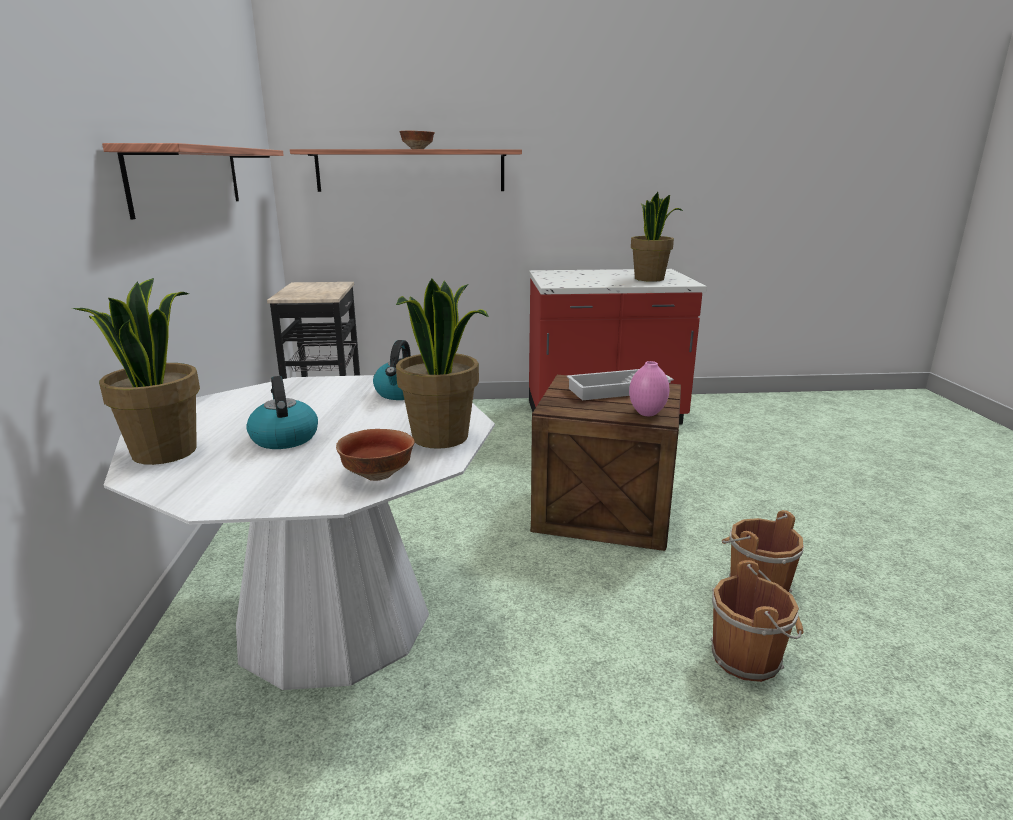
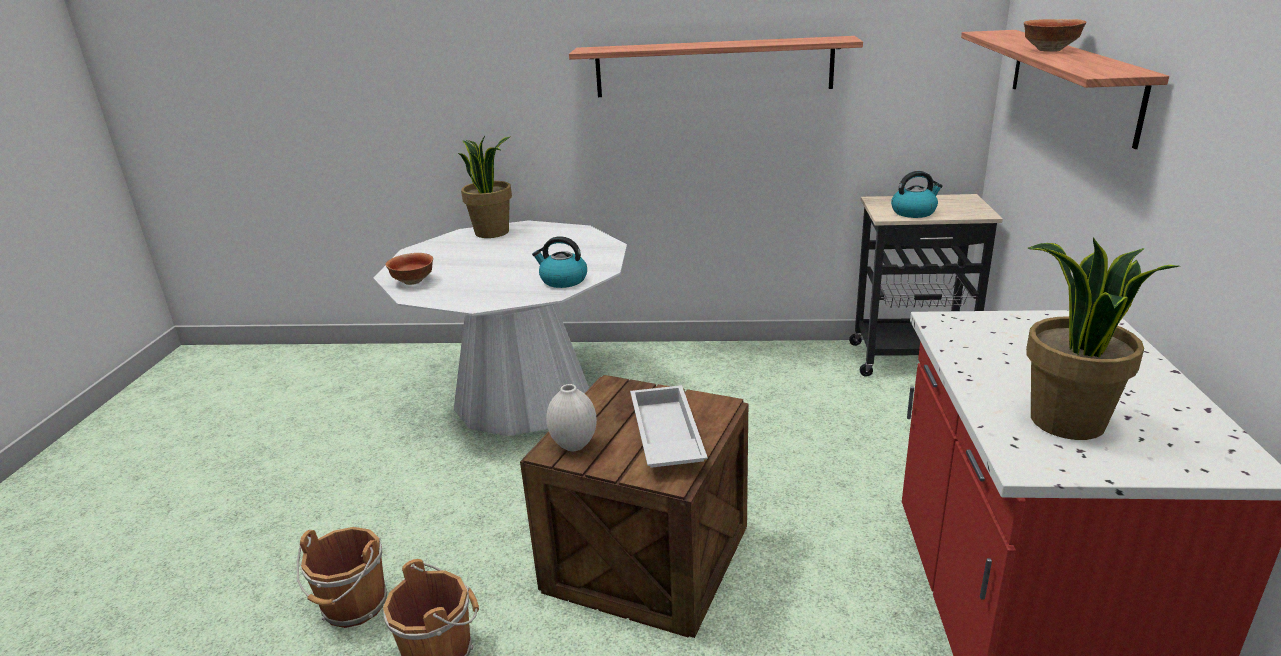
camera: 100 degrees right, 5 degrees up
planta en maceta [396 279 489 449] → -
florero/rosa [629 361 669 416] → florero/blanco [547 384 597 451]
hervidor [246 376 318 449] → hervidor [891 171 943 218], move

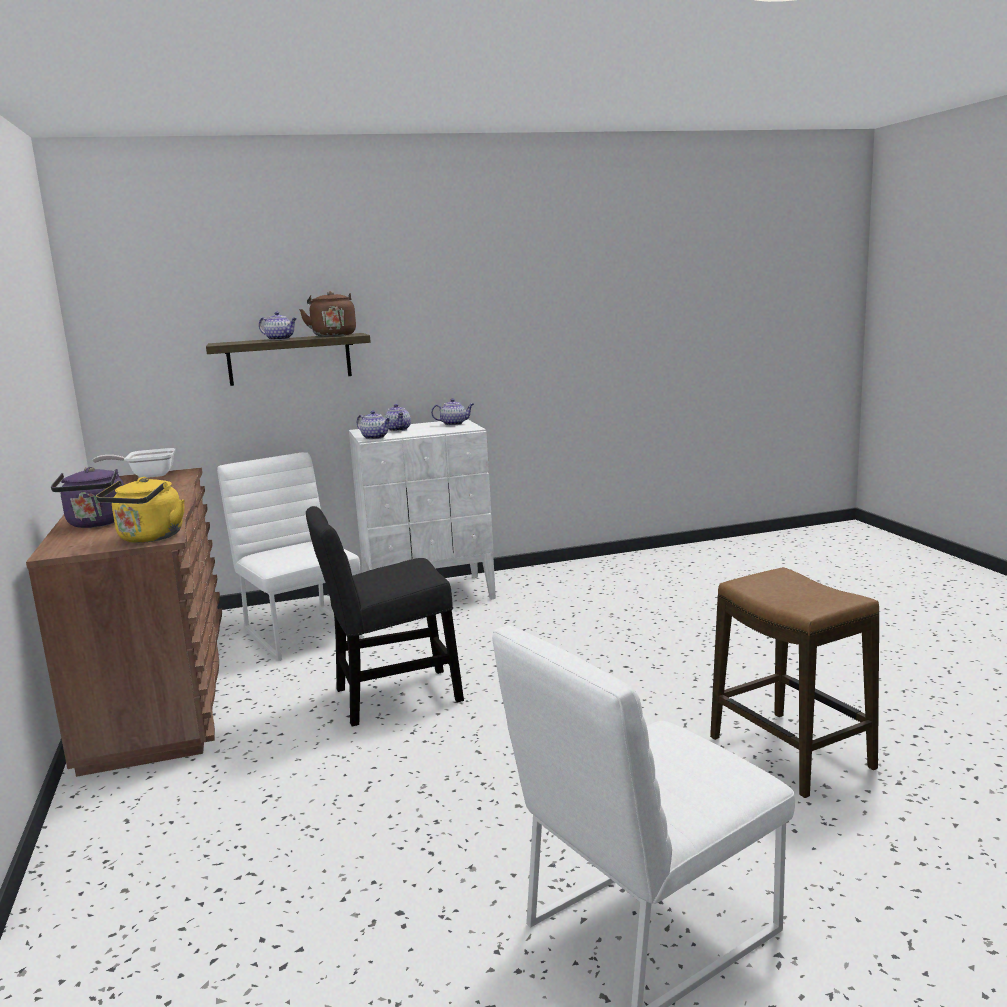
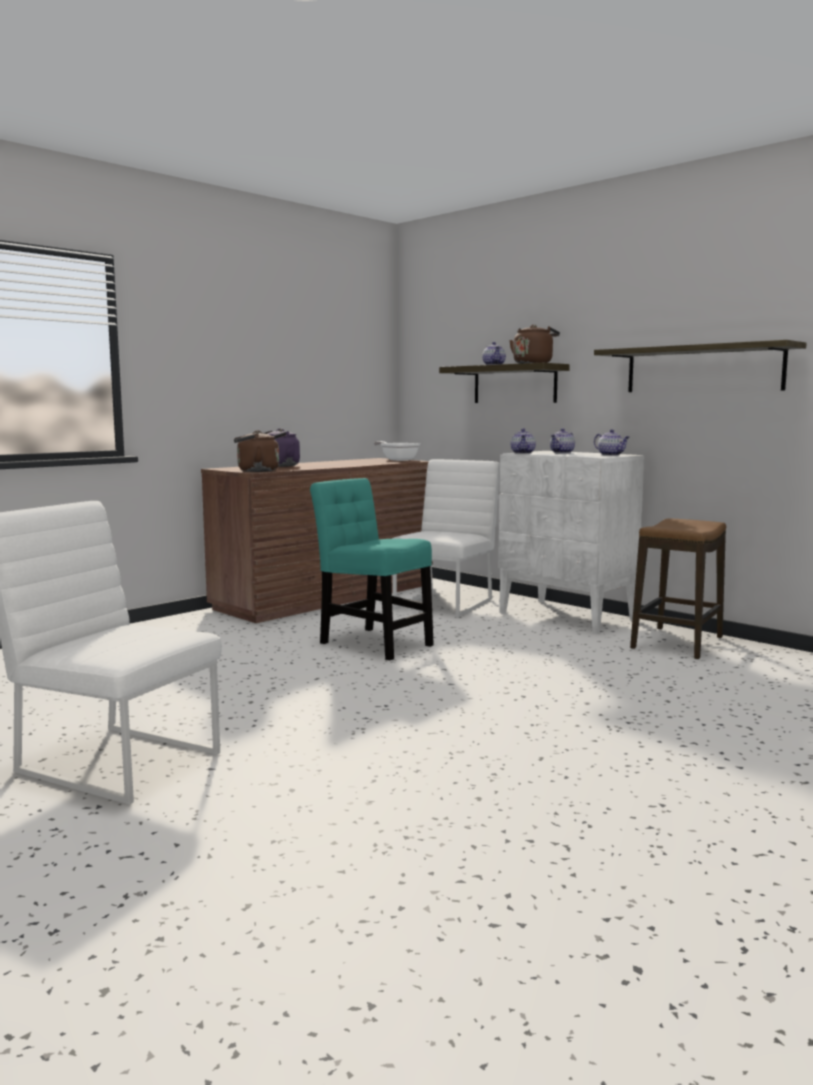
camera: 60 degrees right, 5 degrees down
hervidor/amarillo [96 477 185 543] → hervidor/marrón [234 430 279 472]
silla/negro [306 506 464 727] → silla/turquesa [310 478 434 660]
taburete [710 567 879 798] → taburete [630 518 726 660], move
- → estante [594 340 807 392]

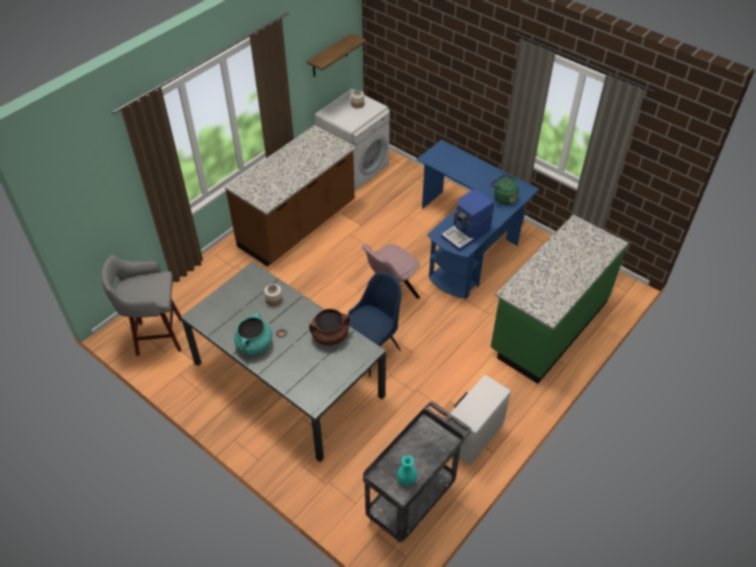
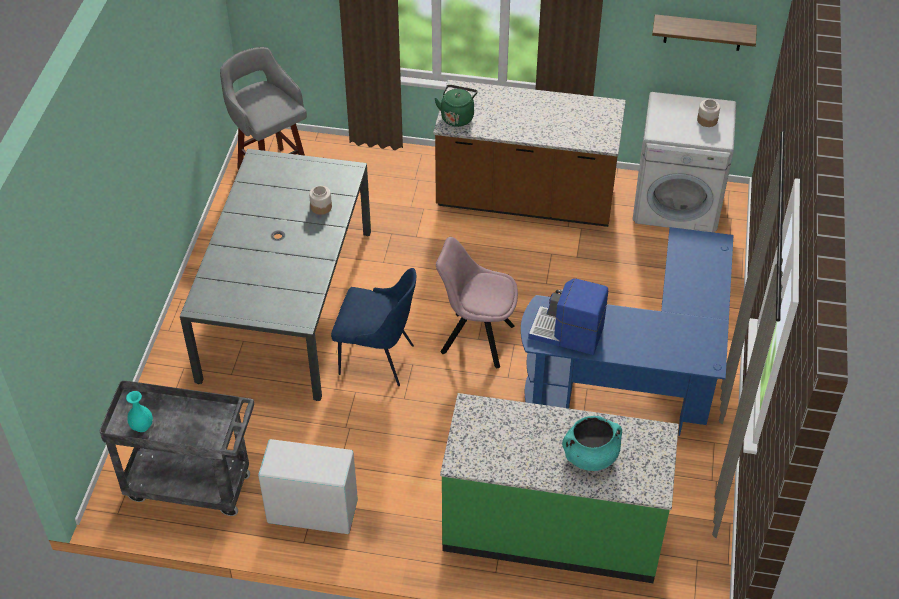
camera: 60 degrees right, 0 degrees up
hervidor/verde [491 174 519 205] → hervidor/verde [434 85 477 127], move
olla/marrón [309 309 350 345] → -
olla/turquesa [234 314 272 355] → olla/turquesa [562 416 622 471], move

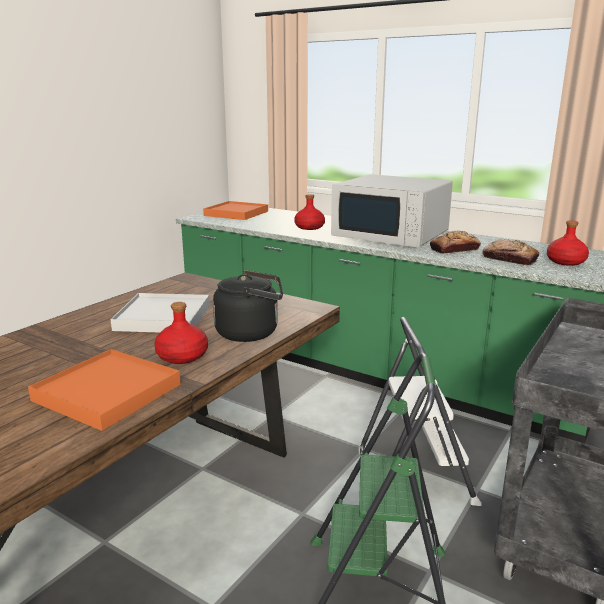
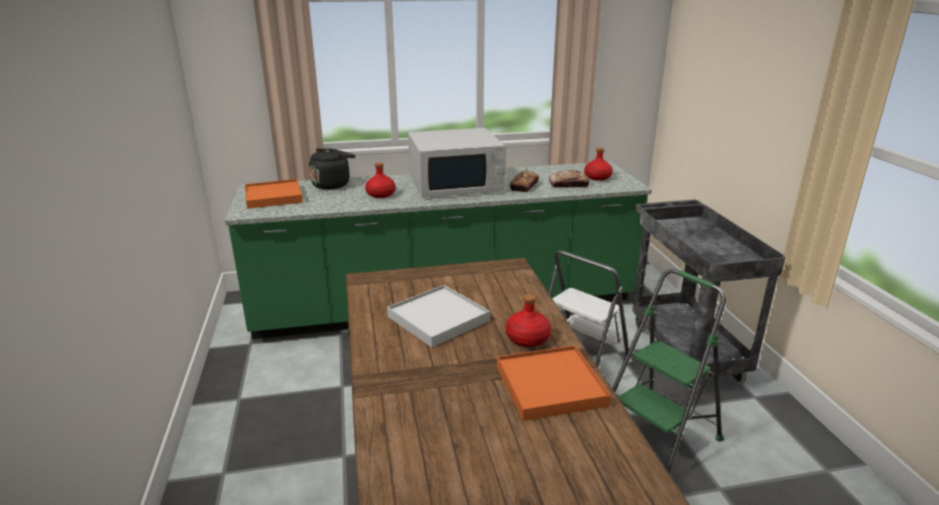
camera: 45 degrees left, 5 degrees up
hervidor/negro [213 270 283 342] → hervidor/negro [309 148 355 189], move

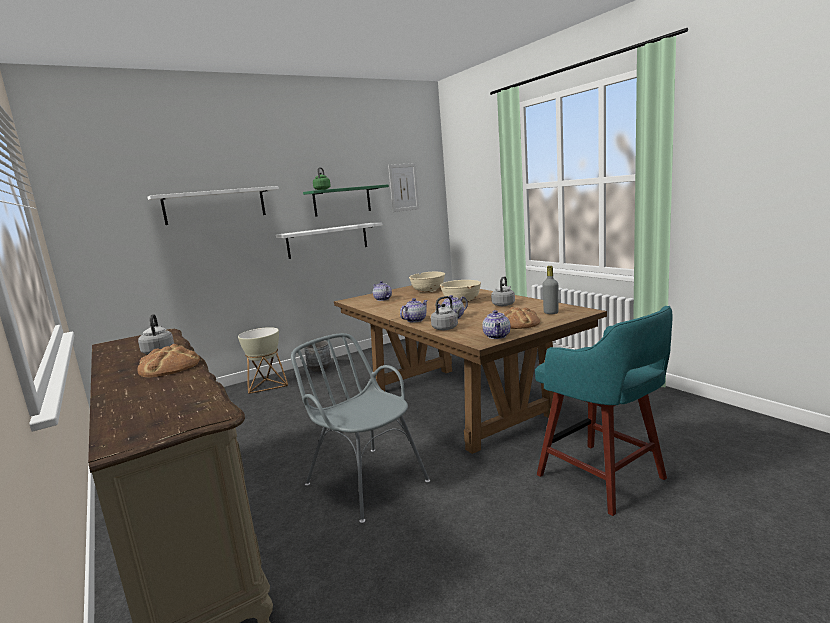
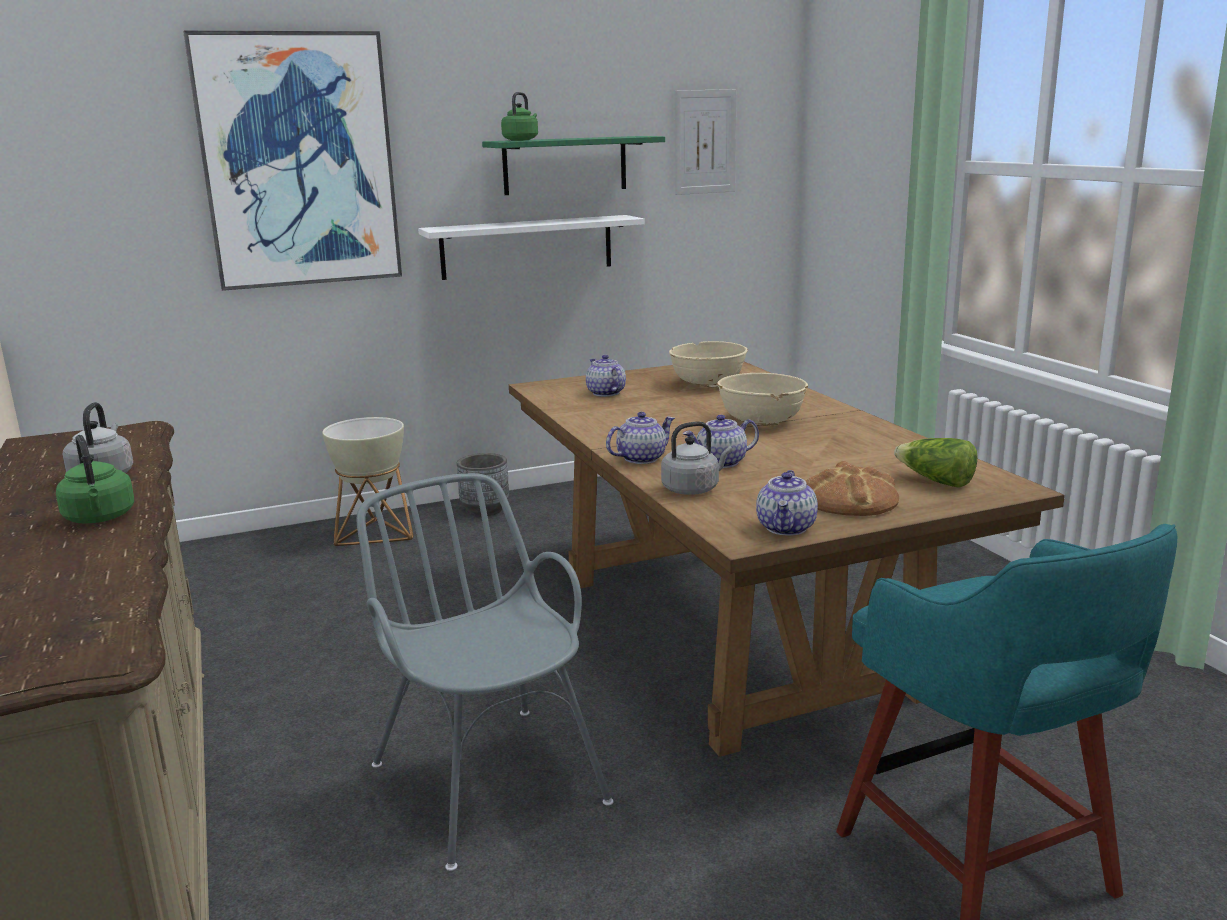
camera: 10 degrees right, 5 degrees up
estante/blanco [147 186 279 225] → cuadro [183 31 402 291]
botella/gris [542 266 559 314] → lechuga [894 438 978 488]
hervidor/gris [491 276 515 306] → -
pan [137 344 200 377] → hervidor/verde [56 435 134 524]

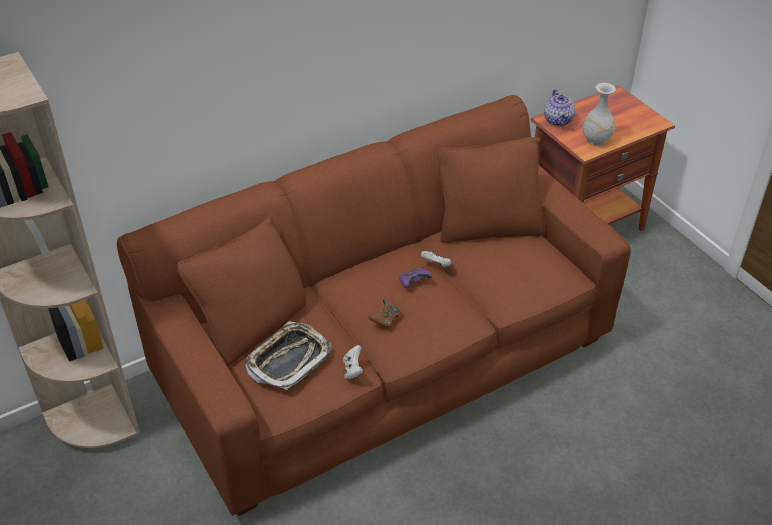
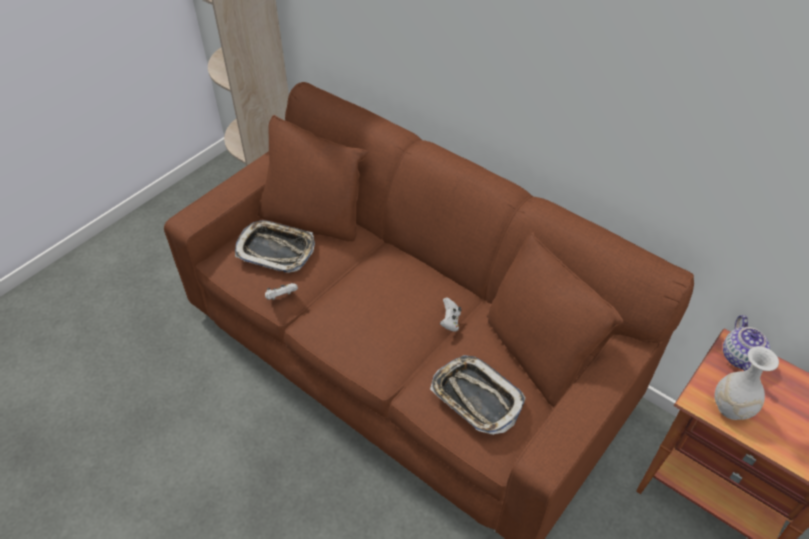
camera: 70 degrees right, 5 degrees up
tetera [544 90 575 127] → tetera [723 315 771 371], 60 degrees counterclockwise
mando de consola/morado [399 268 432 288] → -
mando de consola/marrón [368 298 401 328] → -
- → bandeja [430 355 526 435]

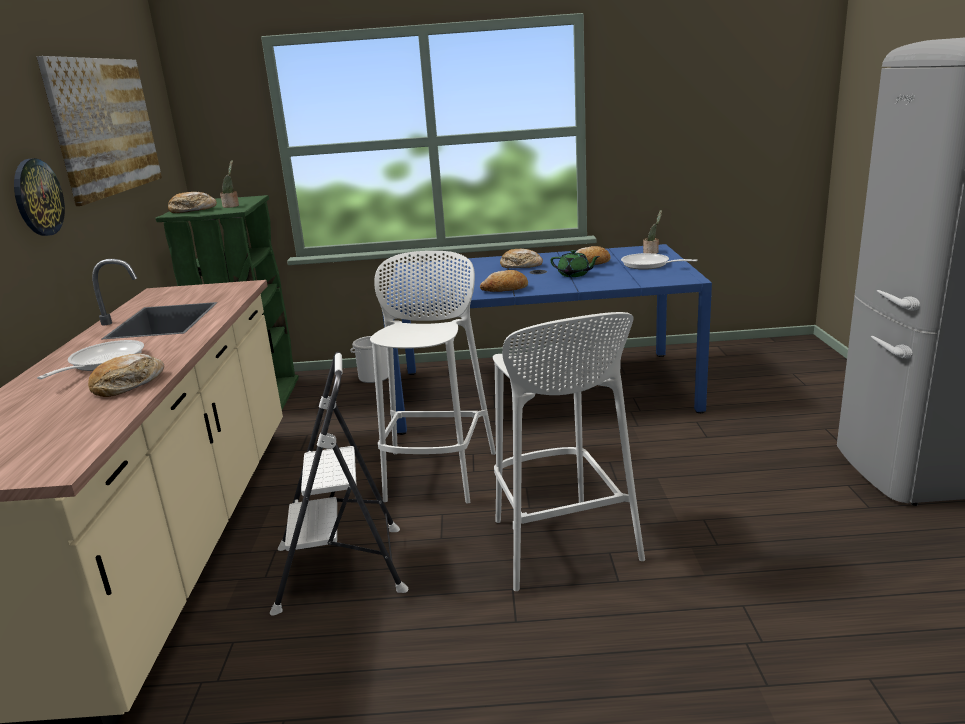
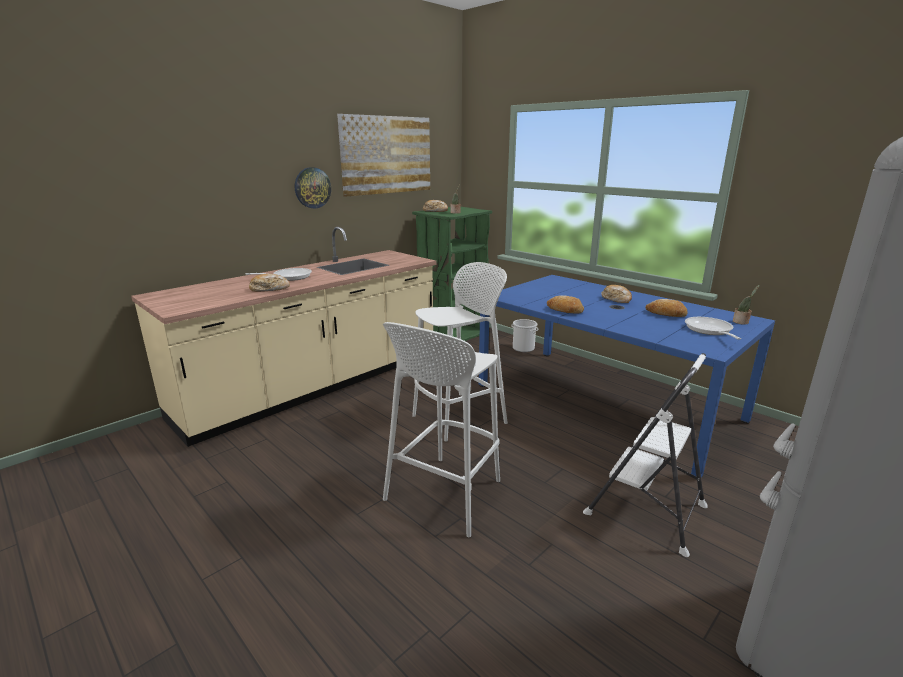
camera: 45 degrees right, 0 degrees up
tetera/verde [550 250 600 277] → -
escalera de tijera/blanco [270 352 408 616] → escalera de tijera/blanco [583 353 708 557], move

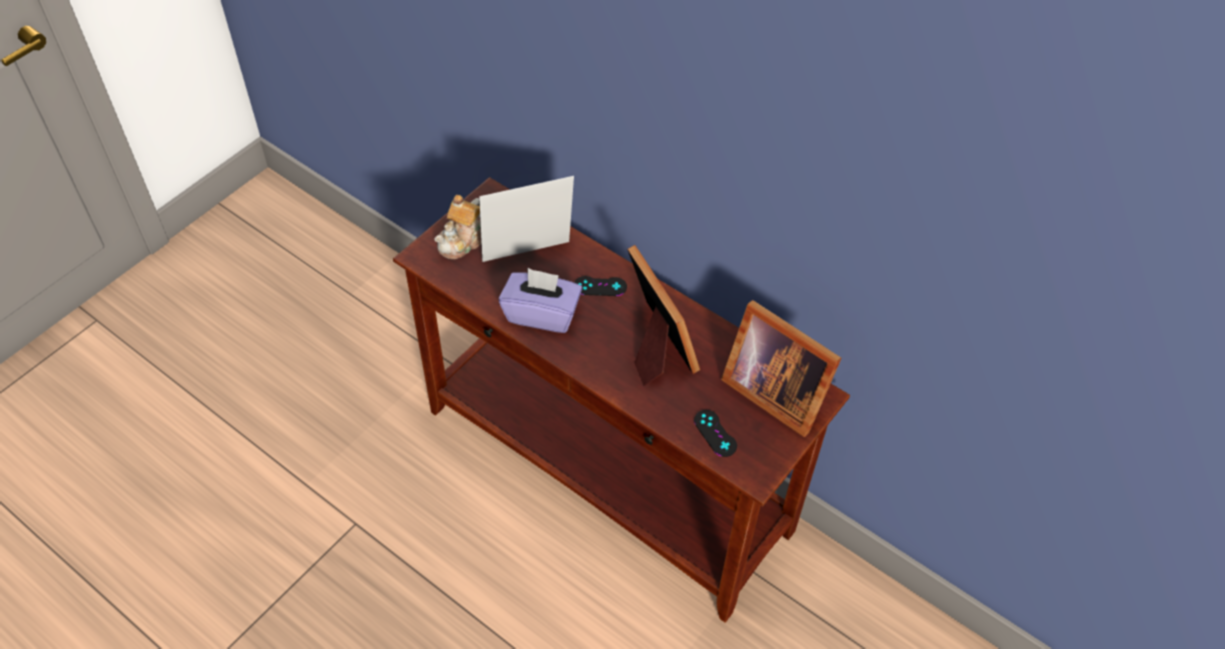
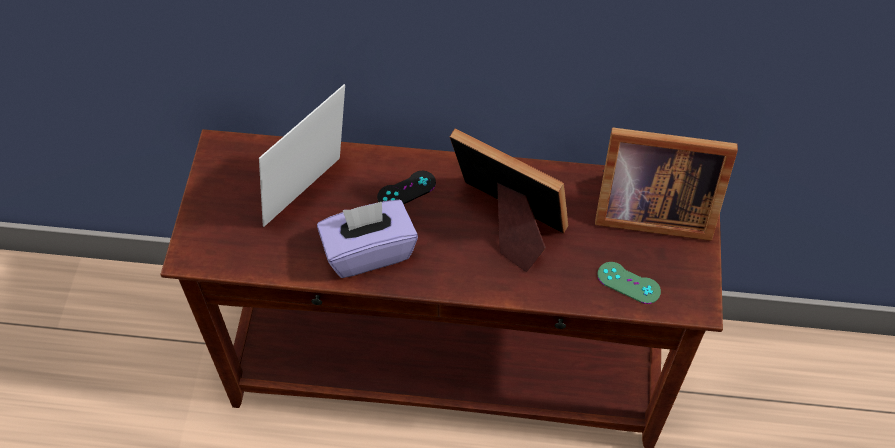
camera: 30 degrees left, 5 degrees up
tetera [434 195 481 260] → -
mando de consola/negro [694 410 737 457] → mando de consola/verde [597 262 661 304]

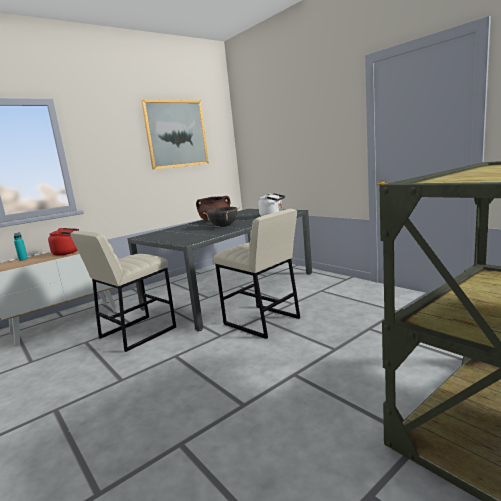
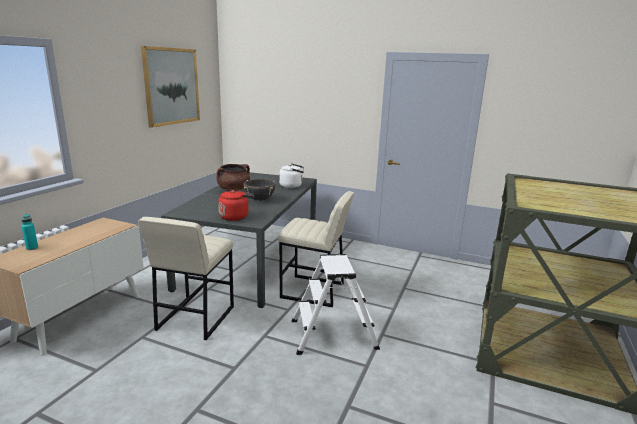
camera: 30 degrees left, 5 degrees up
hervidor/rojo [48 228 79 255] → hervidor/rojo [218 189 254 221], move
- → escalera de tijera/blanco [292 254 380 355]

